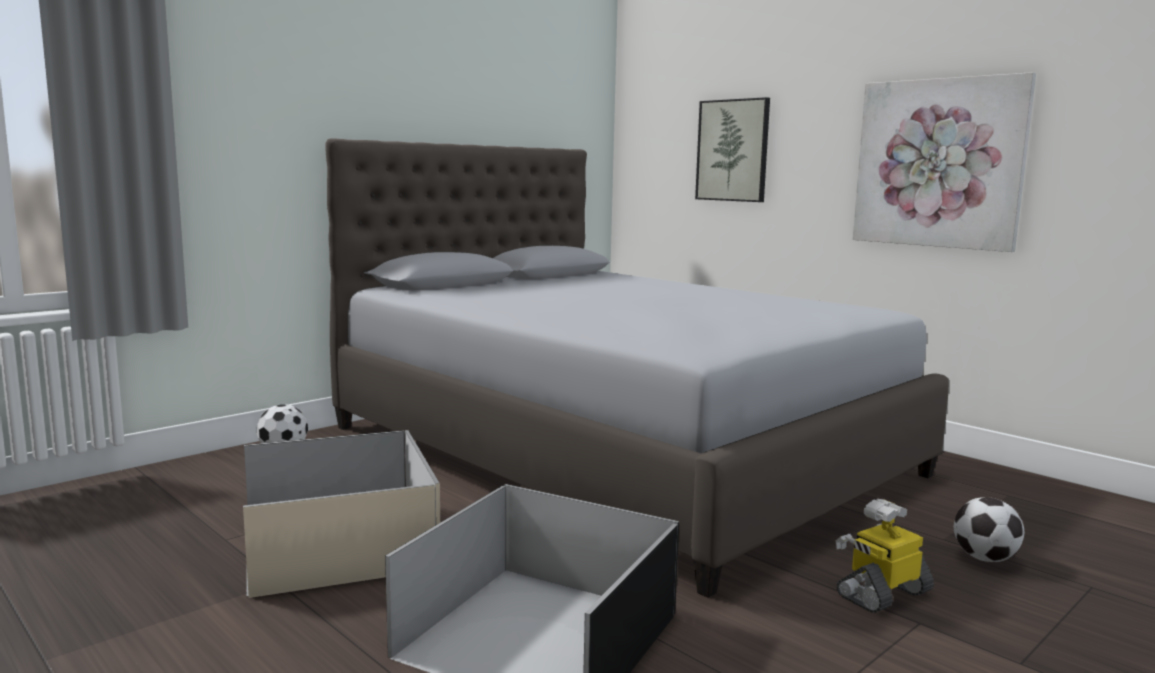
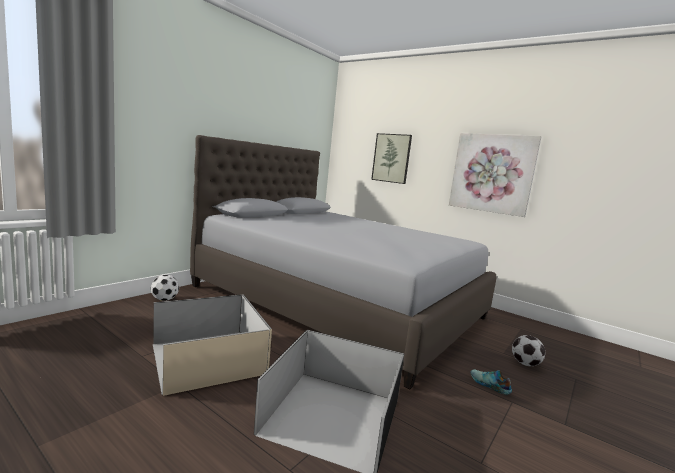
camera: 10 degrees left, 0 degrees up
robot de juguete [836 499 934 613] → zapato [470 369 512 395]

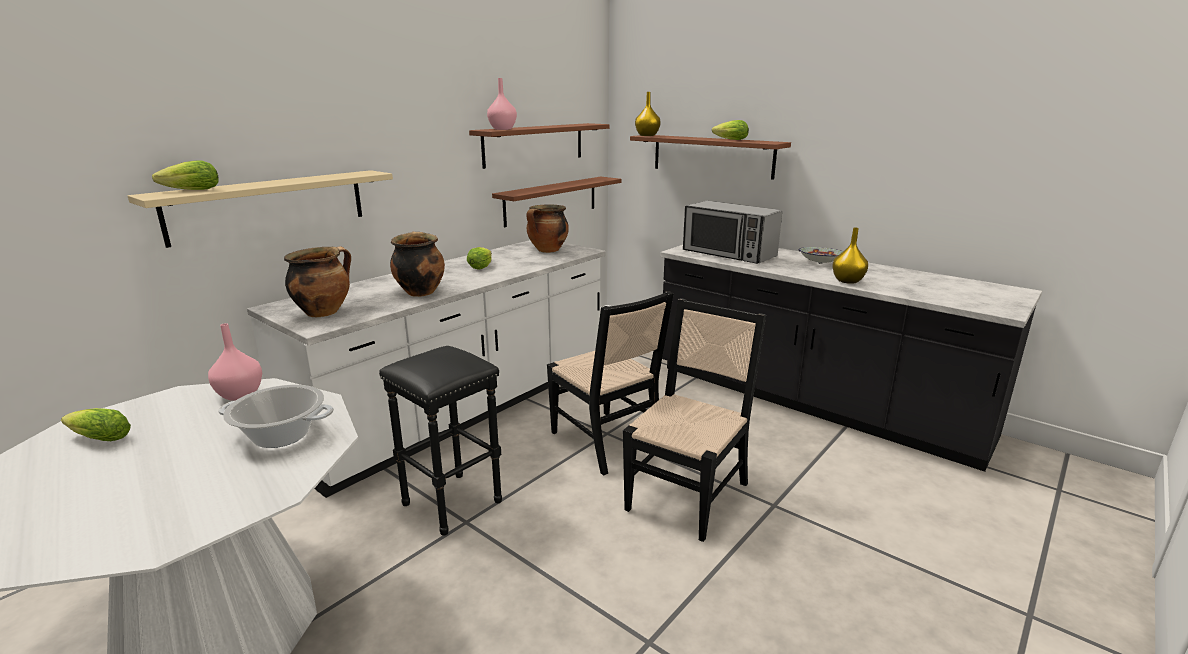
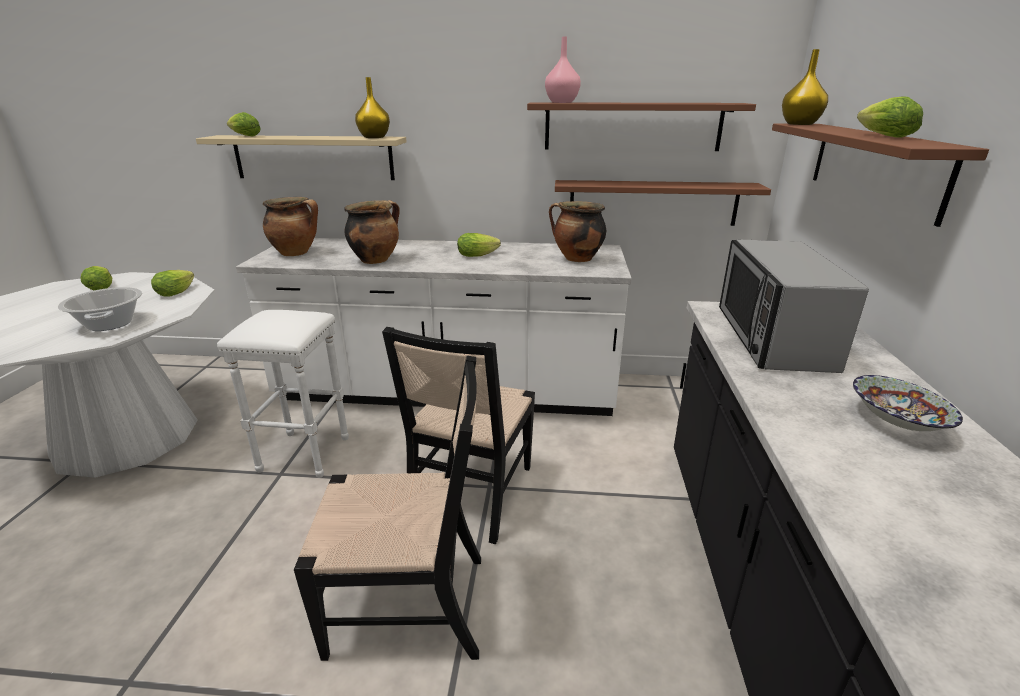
camera: 55 degrees right, 5 degrees up
florero/amarillo [832 228 868 284] → florero/amarillo [355 77 390 138], move
florero/rosa [208 323 262 401] → lechuga [151 270 194 297]
taburete/negro [379 346 502 536] → taburete/blanco [217 310 349 478]

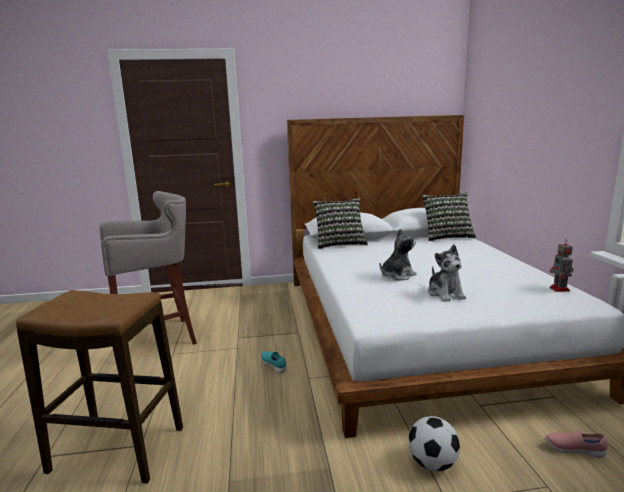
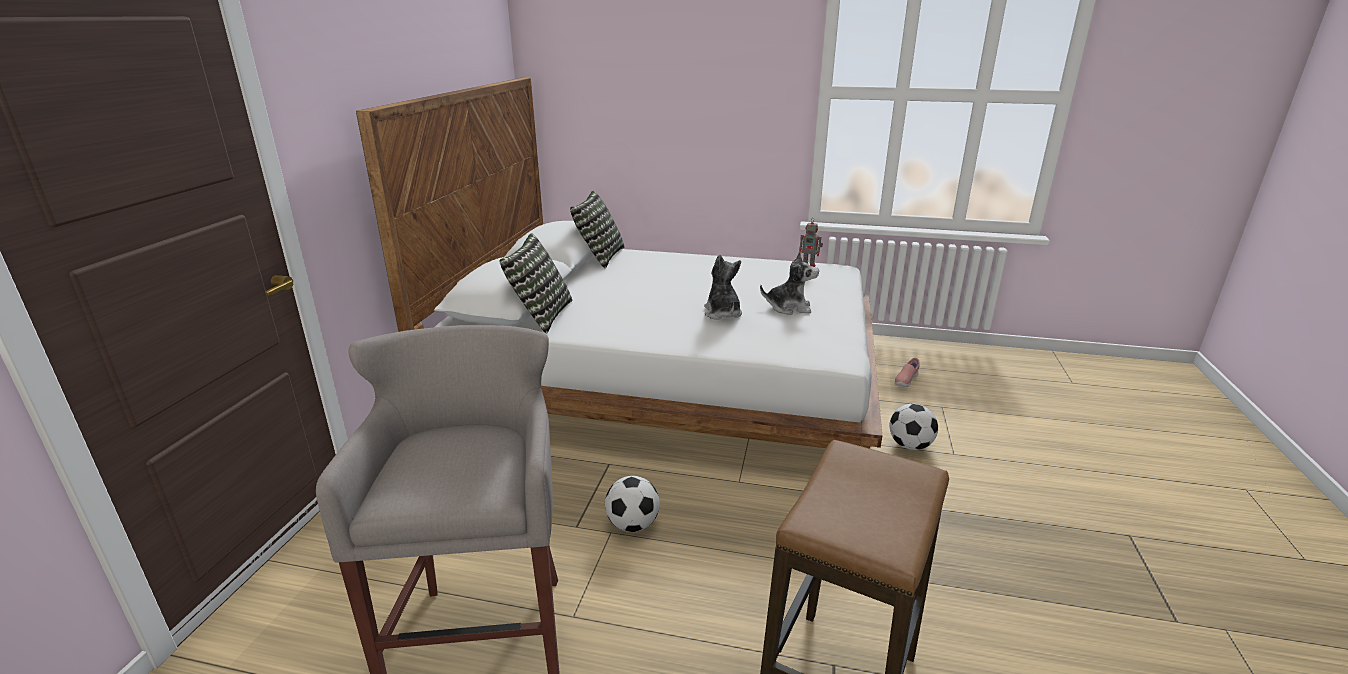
camera: 70 degrees left, 10 degrees up
zapato/turquesa [261 351 286 373] → -
- → balón de fútbol [605 476 660 532]

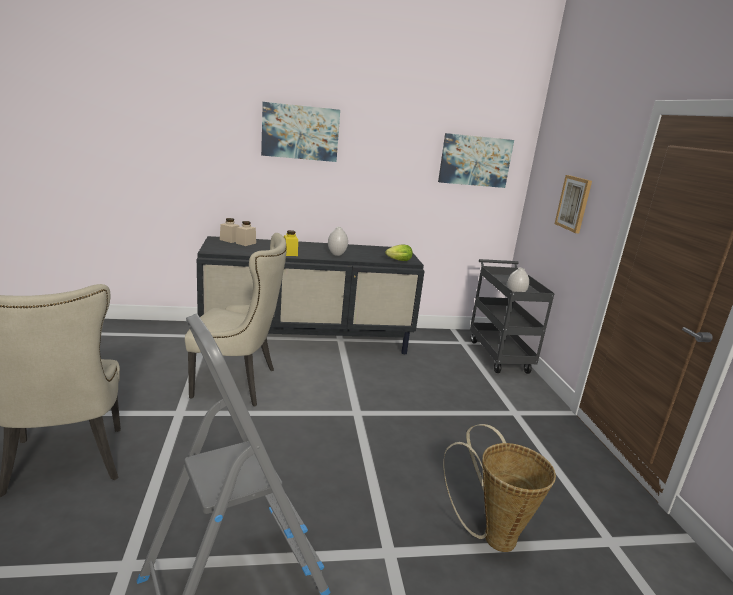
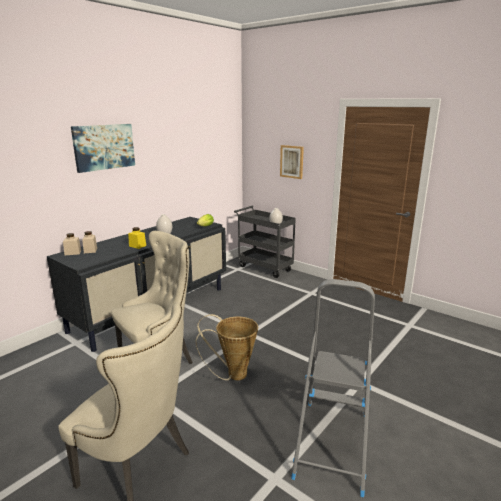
camera: 40 degrees left, 0 degrees up
cuadro [438 133 514 188] → -
cesta [444 424 556 552] → cesta [195 314 258 380], move

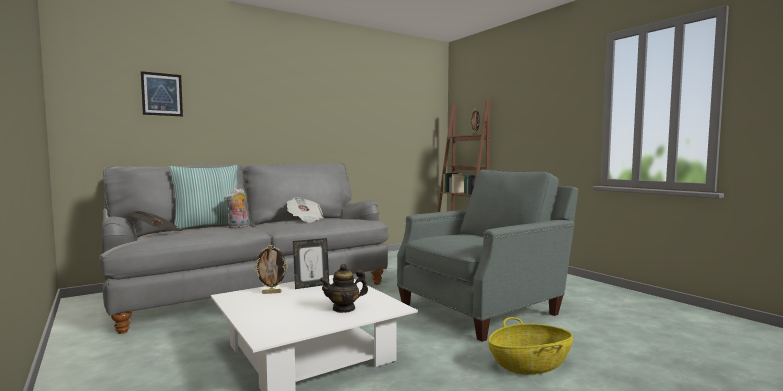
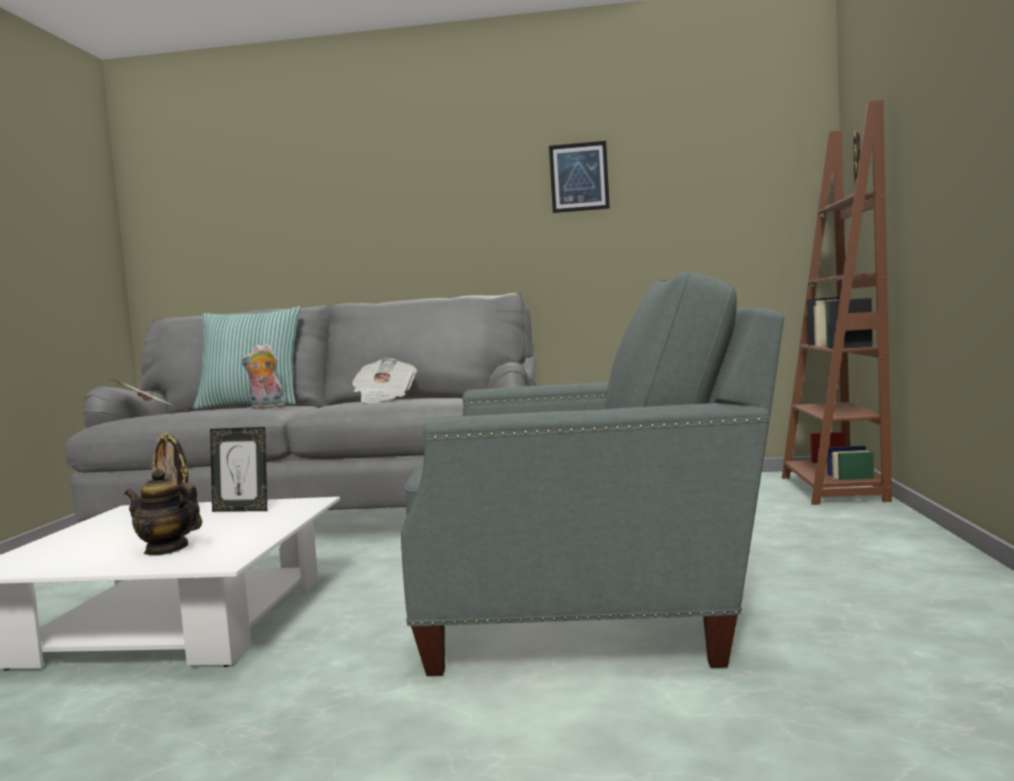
camera: 40 degrees right, 0 degrees up
cuadro [141 71 183 116] → cuadro [549 141 610 213], move
cesta [488 317 573 375] → -

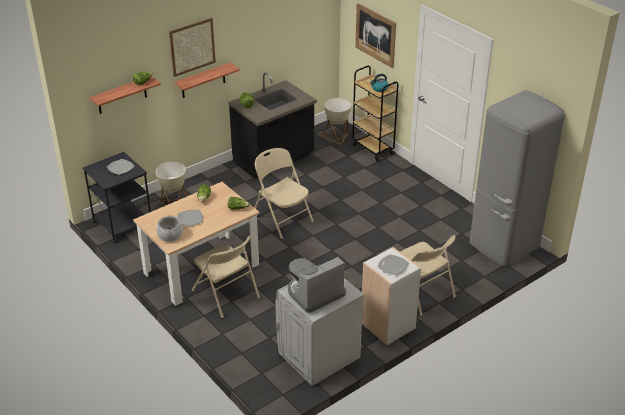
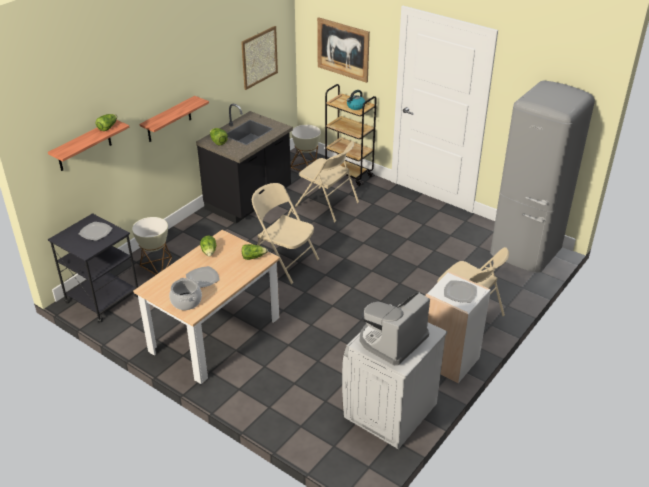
camera: 15 degrees left, 0 degrees up
cuadro [169 18 216 77] → cuadro [241 26 278 90], move
silla/beis [191 236 260 318] → silla/beis [295 141 359 223], move

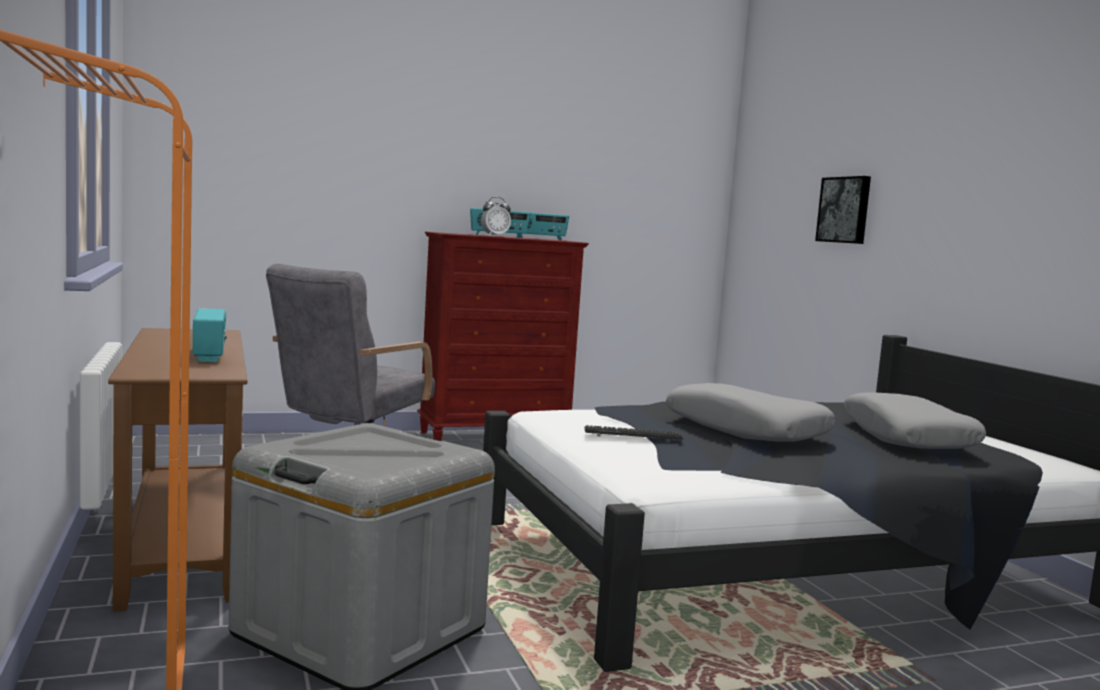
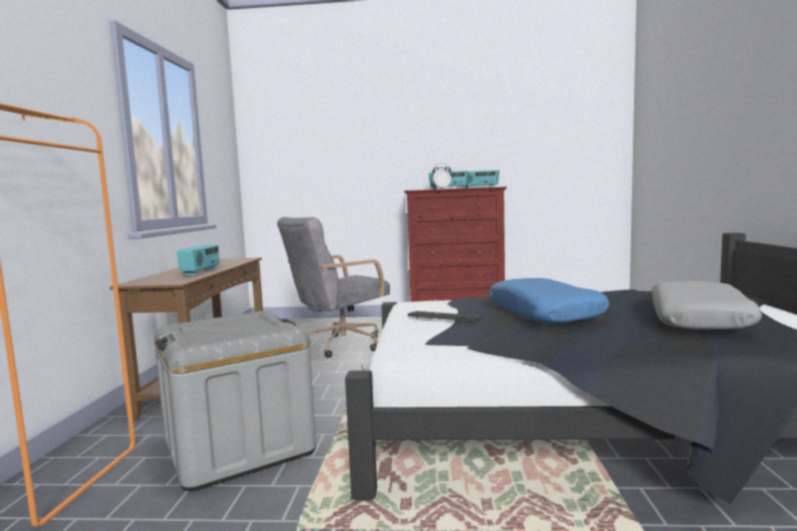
camera: 25 degrees right, 0 degrees up
cuadro [815 176 871 244] → -
cojín/gris [666 383 835 442] → cojín/azul [489 278 609 323]

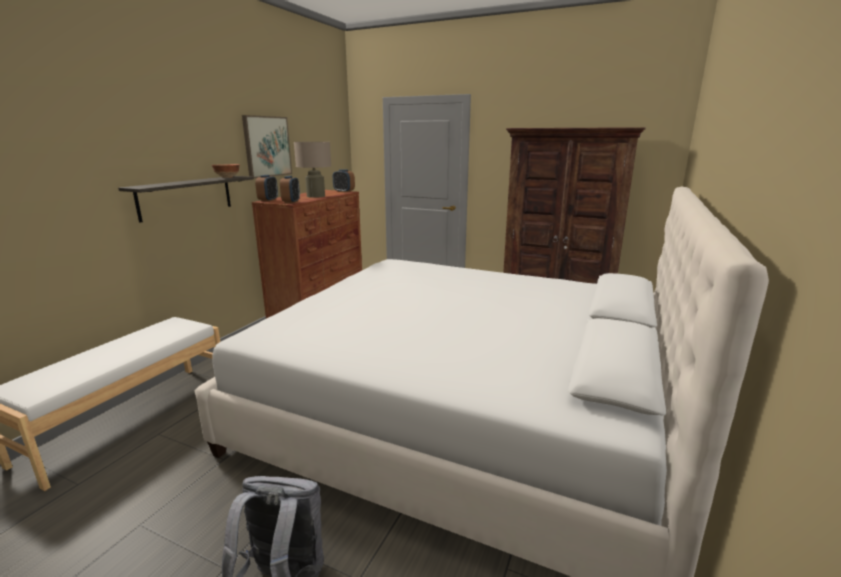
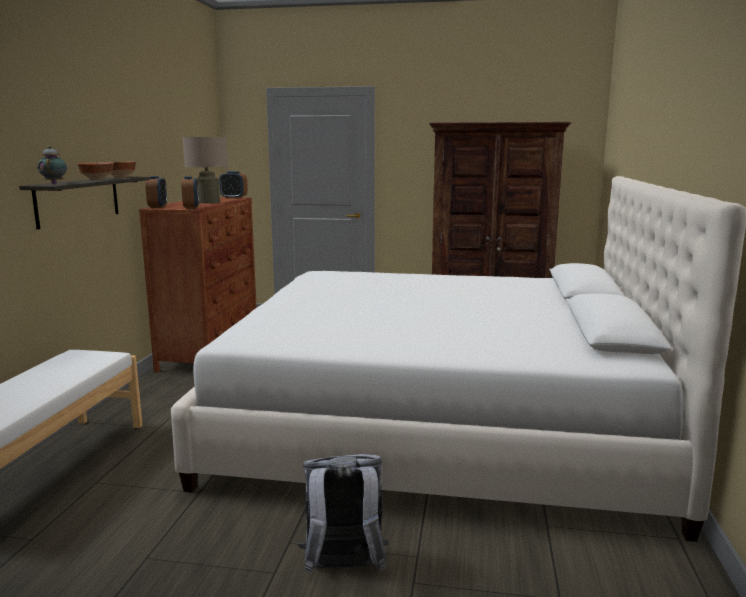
camera: 15 degrees left, 5 degrees down
cuadro [242 115 292 178] → -
- → tetera [37 146 67 184]
- → cuenco [77 162 114 180]

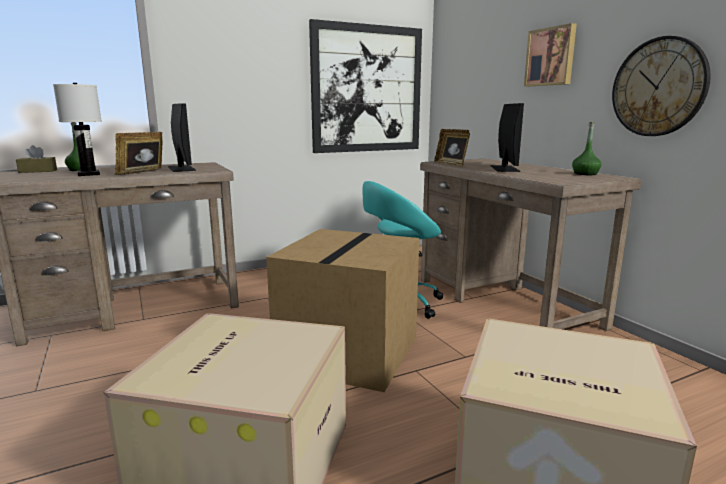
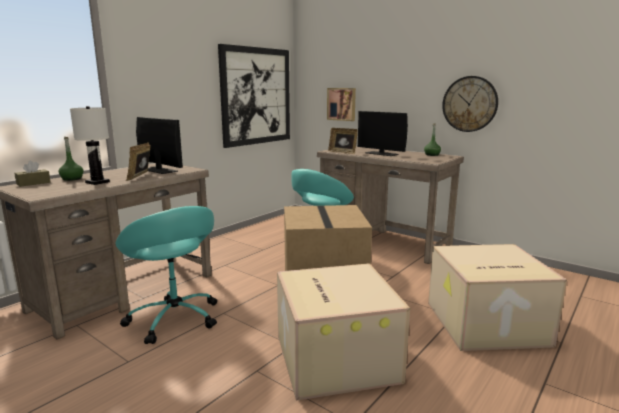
camera: 25 degrees left, 0 degrees up
cuadro [524 23 577 87] → cuadro [327 88 356 121], move
monitor [491 103 524 172] → monitor [358 111 408 156], 150 degrees clockwise
- → silla de oficina/turquesa [115 206 217 344]

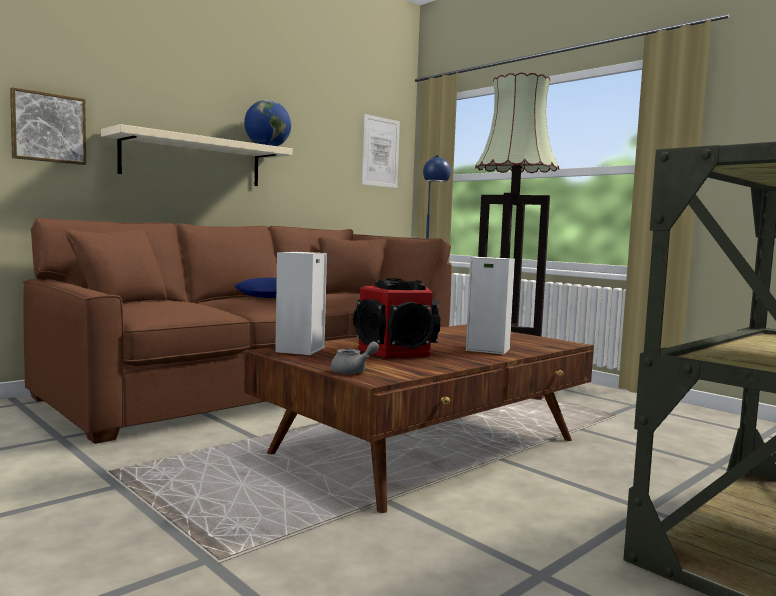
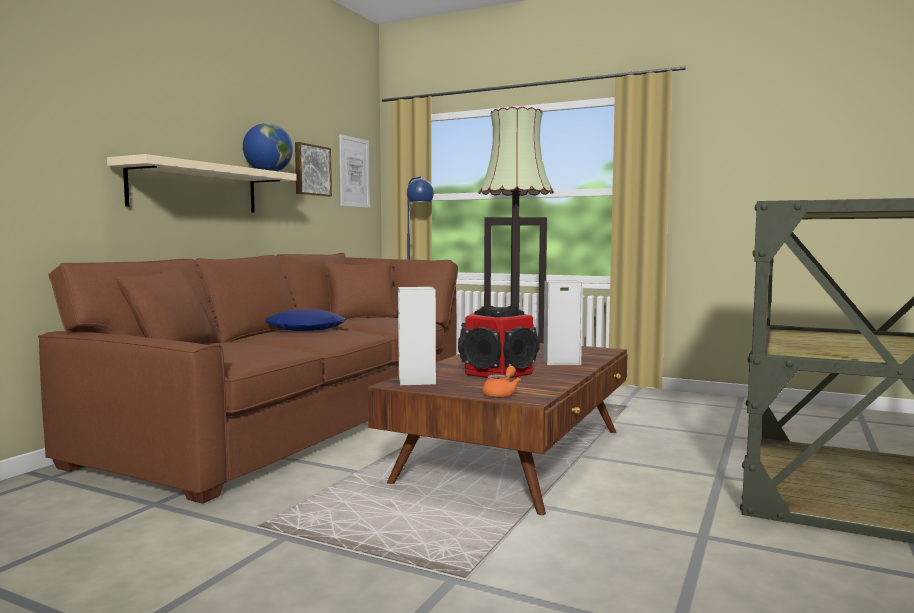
camera: 20 degrees left, 0 degrees up
cuadro [10 87 86 165] → cuadro [295 142 332 197], move
tetera/gris [331 341 379 374] → tetera/naranja [482 366 521 398]

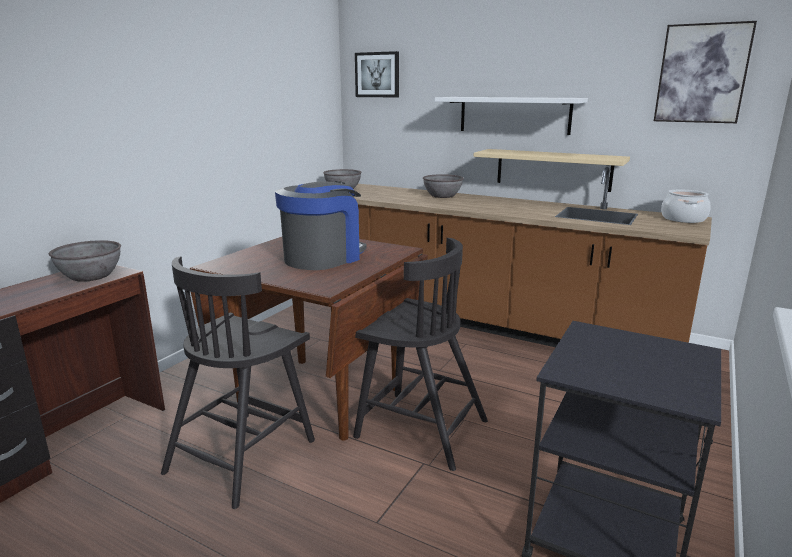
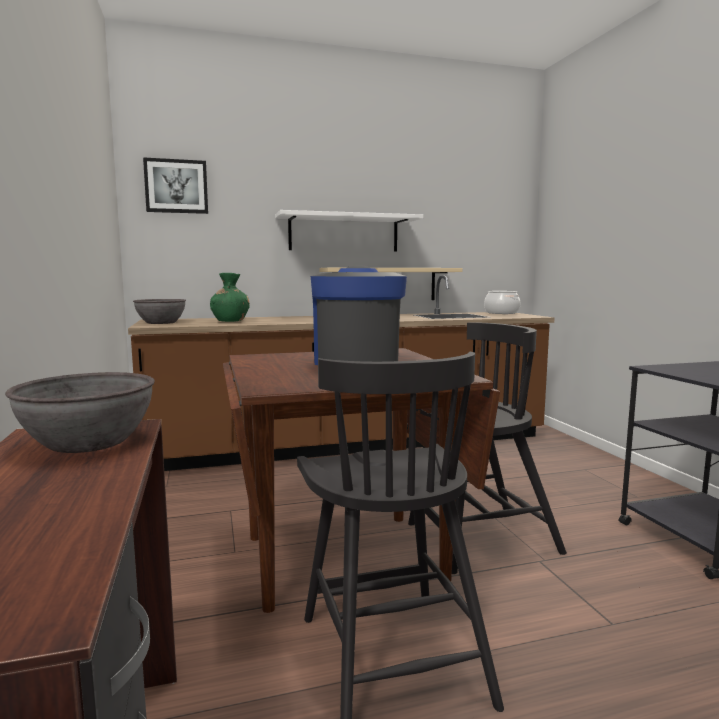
camera: 45 degrees left, 10 degrees down
cuadro [654 21 757 123] → -
cuenco/gris [423 174 464 198] → -
- → florero/verde [210 273 250 322]

